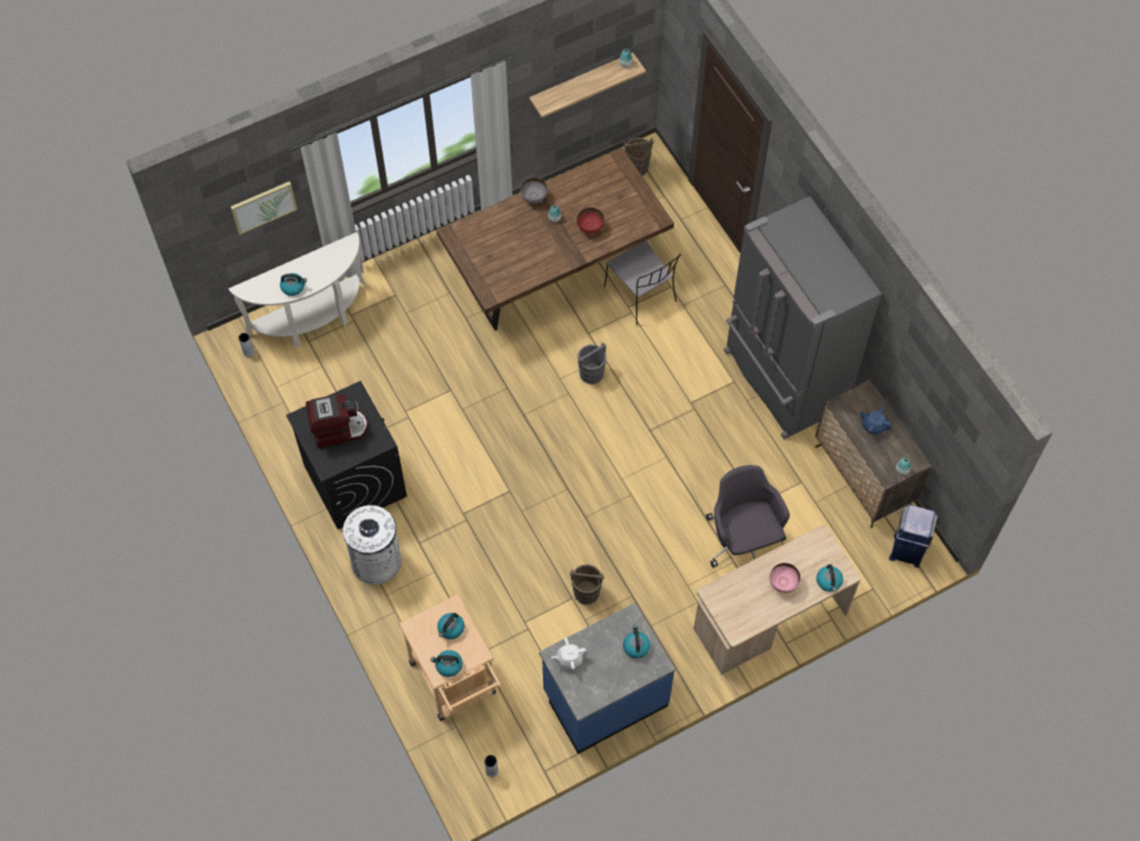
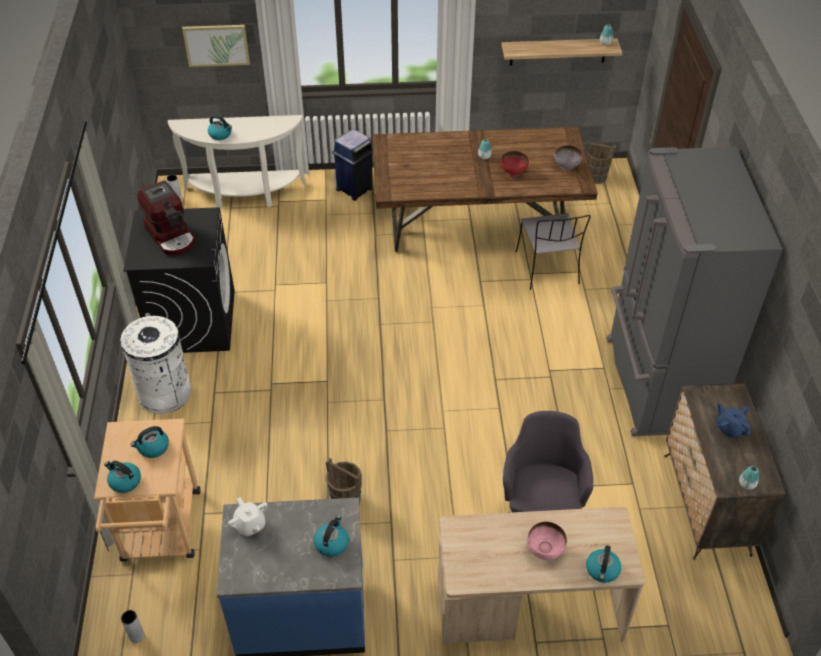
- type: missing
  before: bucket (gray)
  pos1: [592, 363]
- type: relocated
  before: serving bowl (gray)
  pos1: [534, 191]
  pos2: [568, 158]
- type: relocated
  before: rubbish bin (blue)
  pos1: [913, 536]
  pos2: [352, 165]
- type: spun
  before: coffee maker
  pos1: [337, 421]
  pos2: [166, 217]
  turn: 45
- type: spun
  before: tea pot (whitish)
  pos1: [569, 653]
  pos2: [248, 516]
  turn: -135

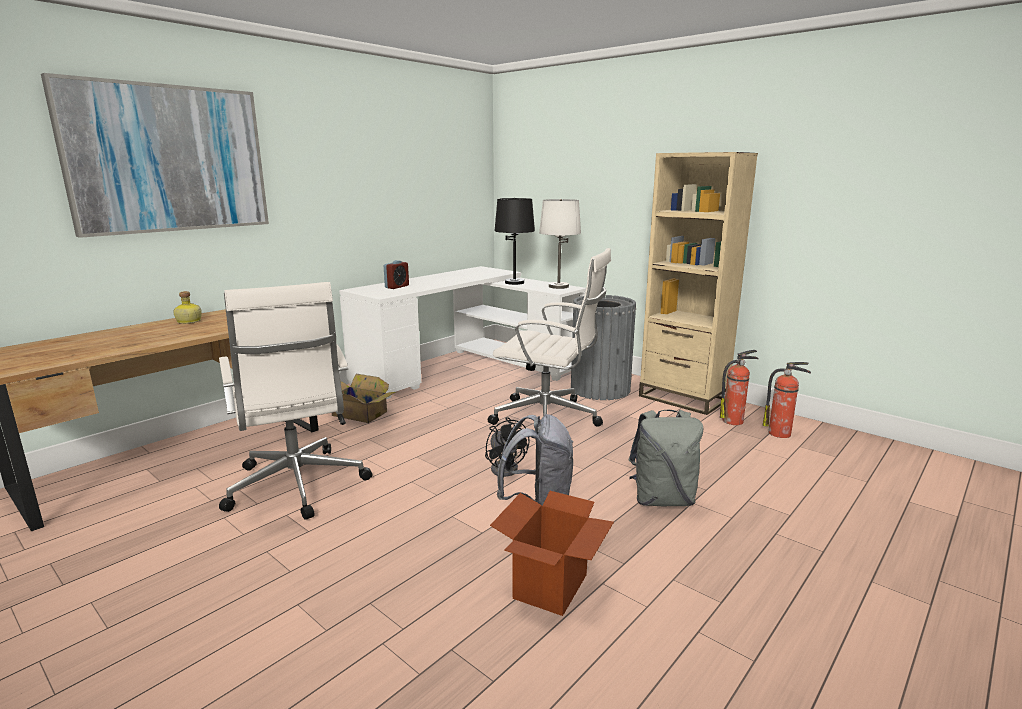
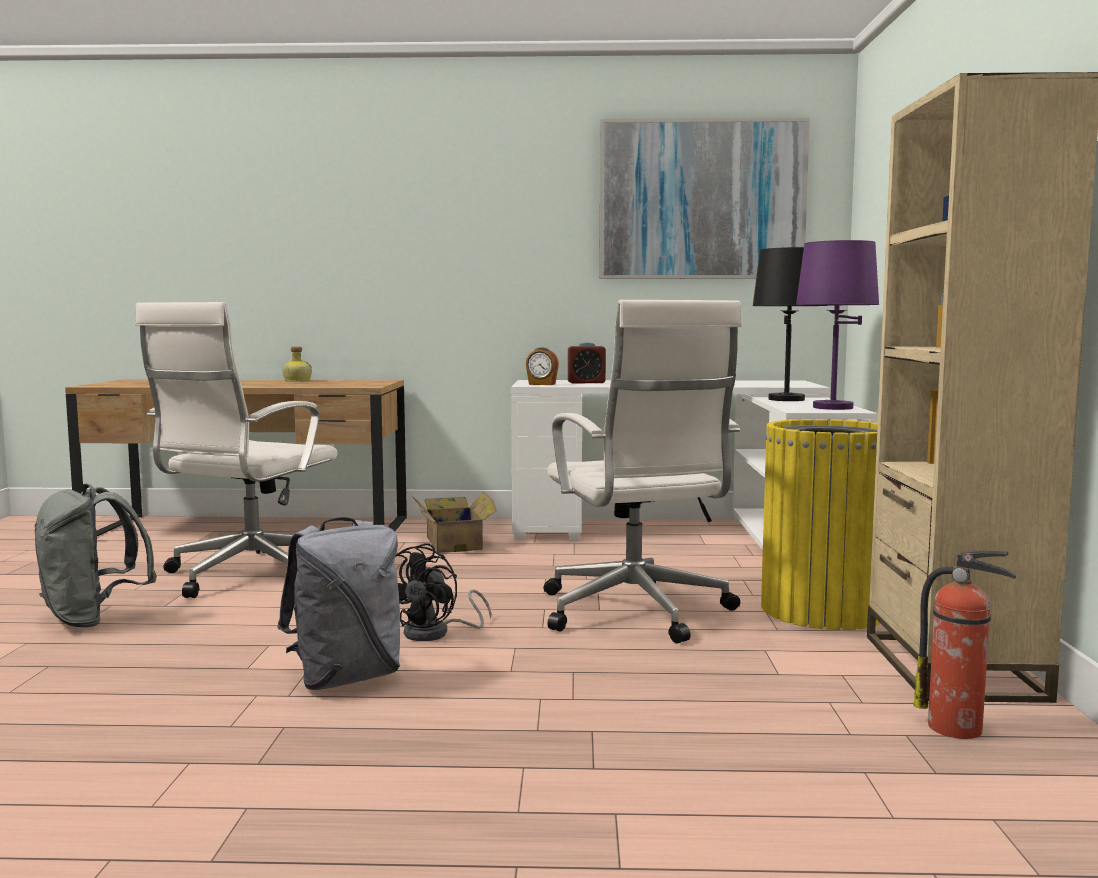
- type: missing
  before: packing box
  pos1: [552, 553]
- type: missing
  before: extinguisher
  pos1: [787, 400]
- type: appeared
  after: bedside clock
  pos2: [542, 366]
- type: relocated
  before: wall picture
  pos1: [155, 155]
  pos2: [704, 198]
- type: relocated
  before: backpack (gray)
  pos1: [665, 458]
  pos2: [96, 556]
- type: colour
  before: lamp for a table (whitish)
  after: lamp for a table (purplish)
  pos1: [560, 244]
  pos2: [837, 325]
- type: colour
  before: rubbish bin (gray)
  after: rubbish bin (yellow-coloured)
  pos1: [603, 347]
  pos2: [820, 524]

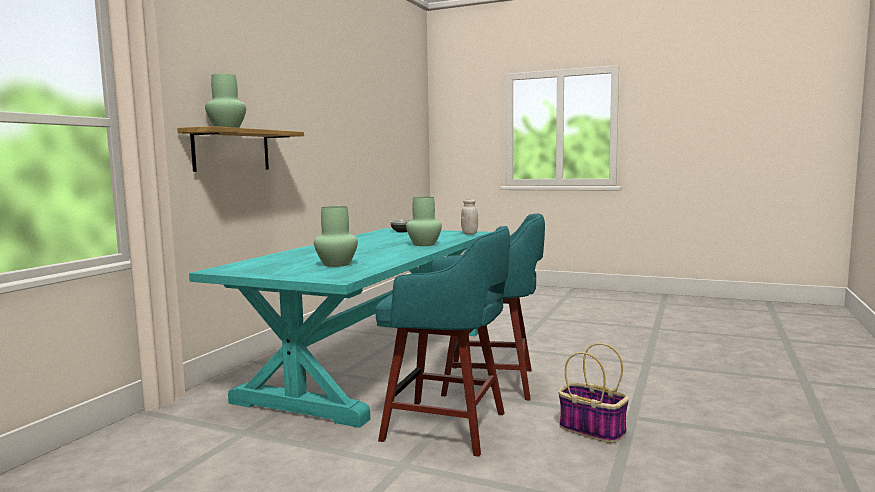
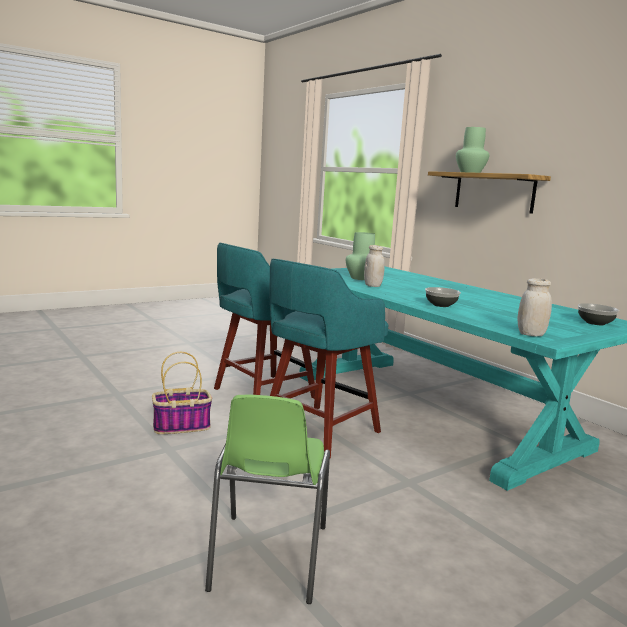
- type: appeared
  after: chair (green-coloured)
  pos2: [267, 499]
- type: appeared
  after: jar (whitish)
  pos2: [374, 266]
- type: exchanged
  before: decorative vase (green-coloured)
  after: serving bowl
  pos1: [424, 221]
  pos2: [443, 297]

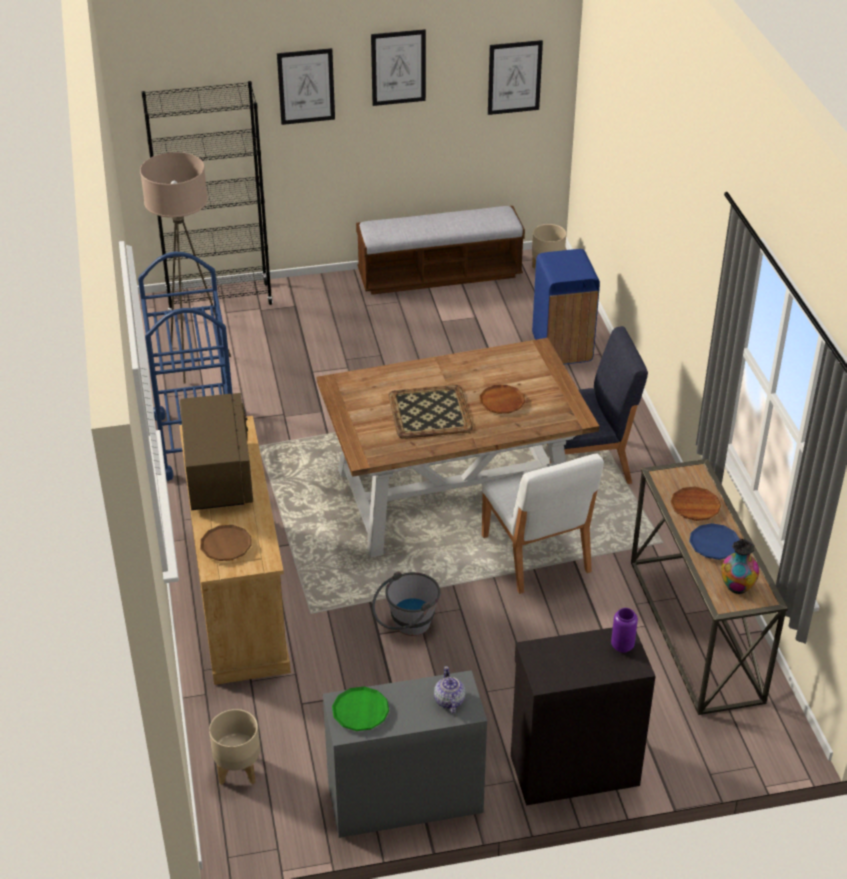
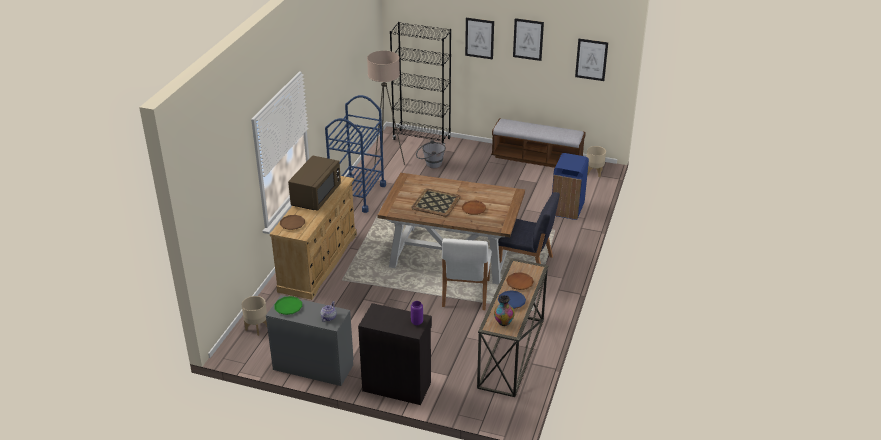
- type: relocated
  before: bucket (gray)
  pos1: [406, 604]
  pos2: [431, 154]

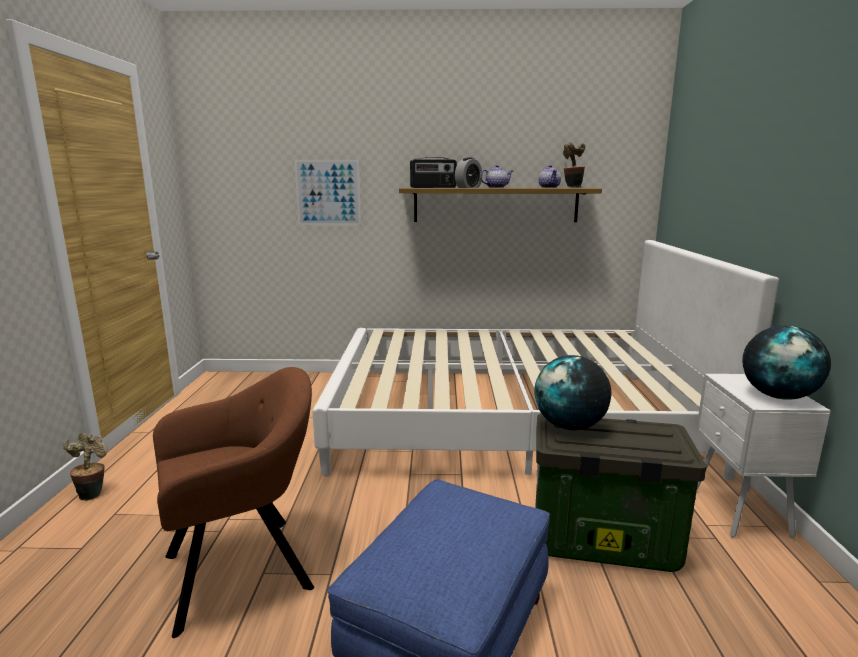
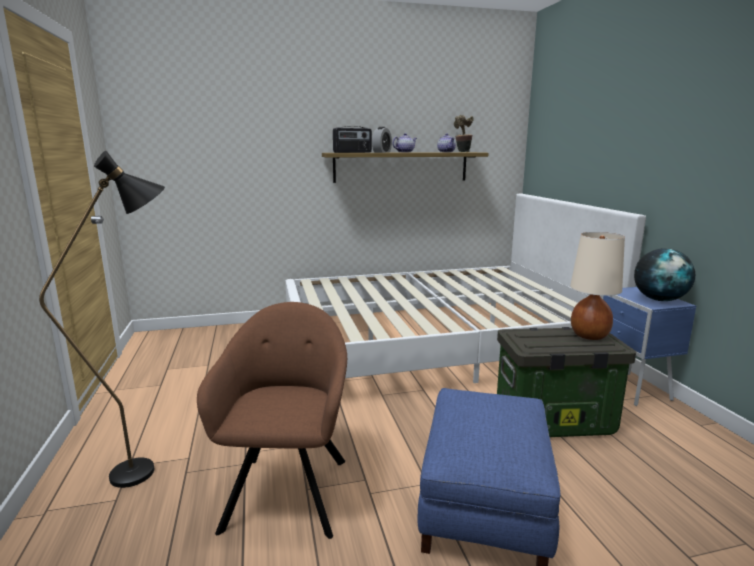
- type: missing
  before: potted plant
  pos1: [85, 467]
- type: missing
  before: wall picture
  pos1: [327, 192]
- type: missing
  before: globe
  pos1: [572, 392]
- type: appeared
  after: standard lamp (black)
  pos2: [102, 319]
- type: appeared
  after: lamp for a table (sand-coloured)
  pos2: [597, 286]
- type: colour
  before: bedside table (whitish)
  after: bedside table (blue)
  pos1: [763, 456]
  pos2: [648, 346]
- type: spun
  before: lounge chair (brownish)
  pos1: [233, 502]
  pos2: [272, 420]
  turn: -45

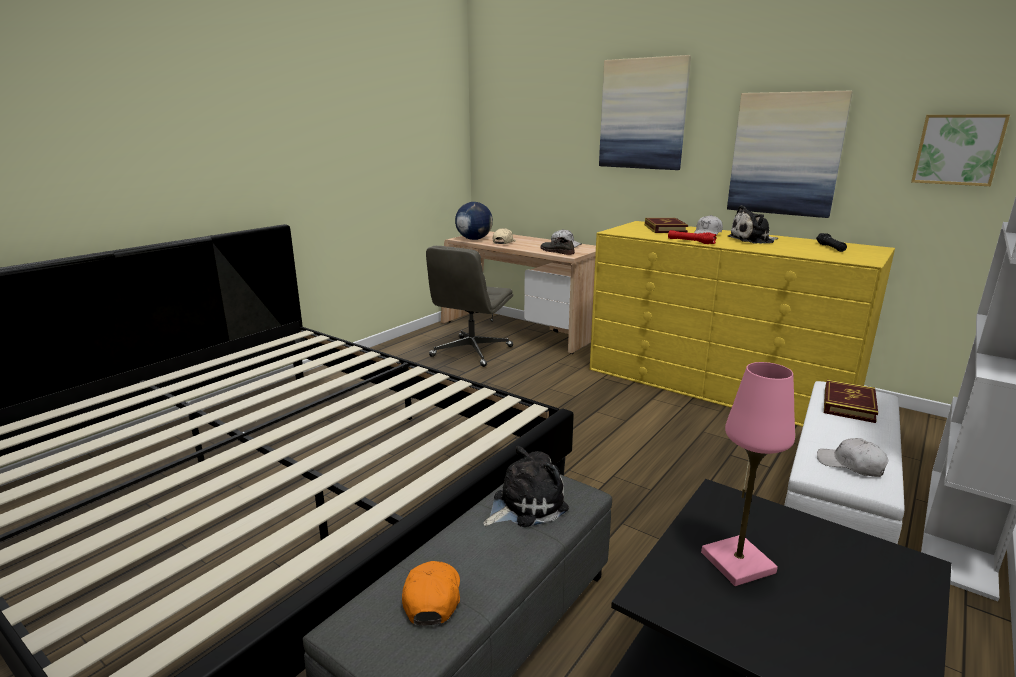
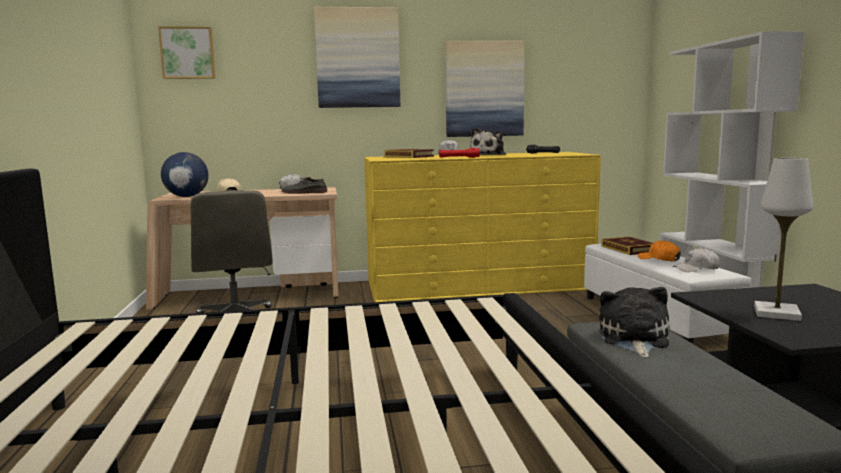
- type: relocated
  before: baseball cap (orangey)
  pos1: [431, 593]
  pos2: [659, 250]
- type: relocated
  before: wall picture
  pos1: [960, 150]
  pos2: [186, 52]
- type: colour
  before: lamp for a table (pinkish)
  after: lamp for a table (whitish)
  pos1: [748, 474]
  pos2: [783, 239]

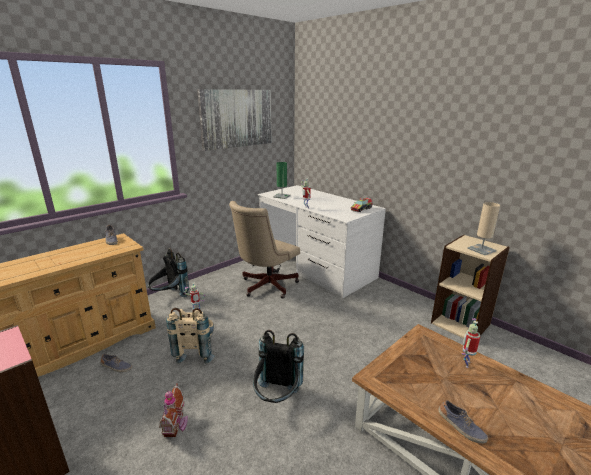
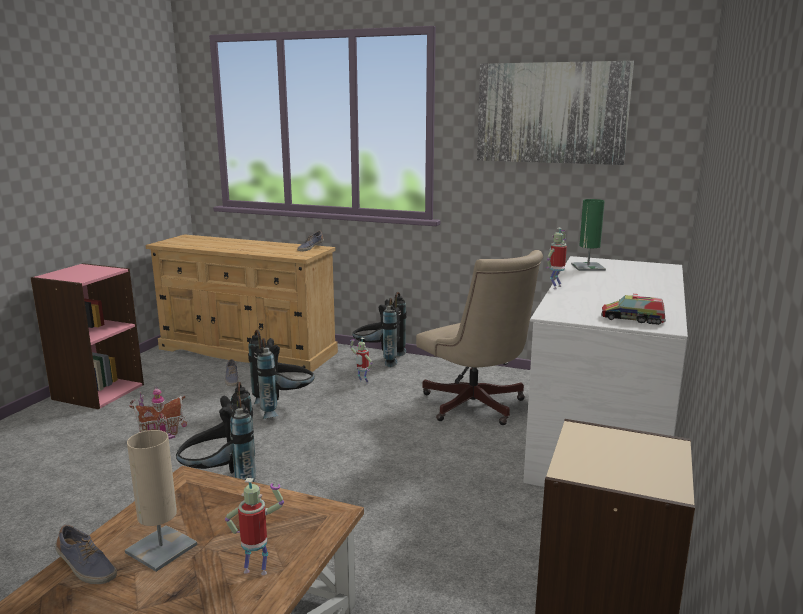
- type: relocated
  before: lamp for a table (sand-coloured)
  pos1: [483, 228]
  pos2: [161, 501]
- type: colour
  before: backpack (sand-coloured)
  after: backpack (black)
  pos1: [190, 335]
  pos2: [281, 374]
- type: spun
  before: computer chair (sand-coloured)
  pos1: [264, 250]
  pos2: [479, 337]
  turn: -135
- type: spun
  before: low shoe
  pos1: [463, 422]
  pos2: [86, 554]
  turn: -75

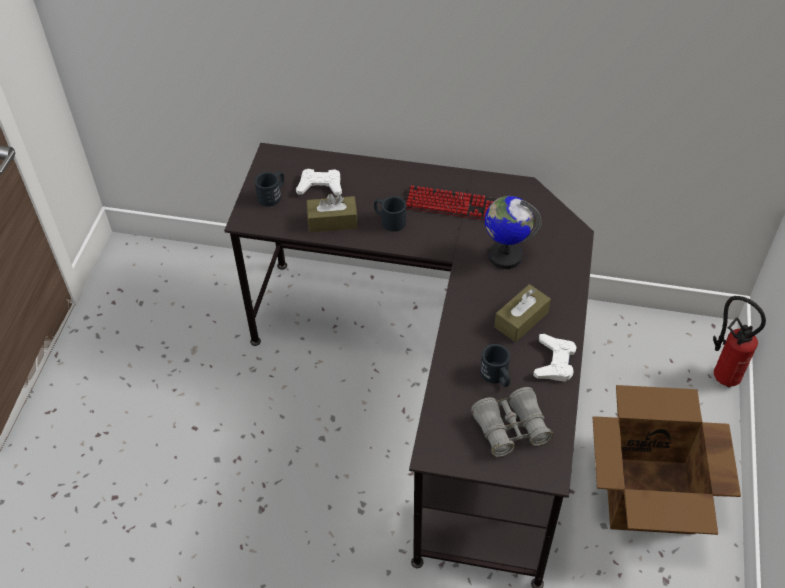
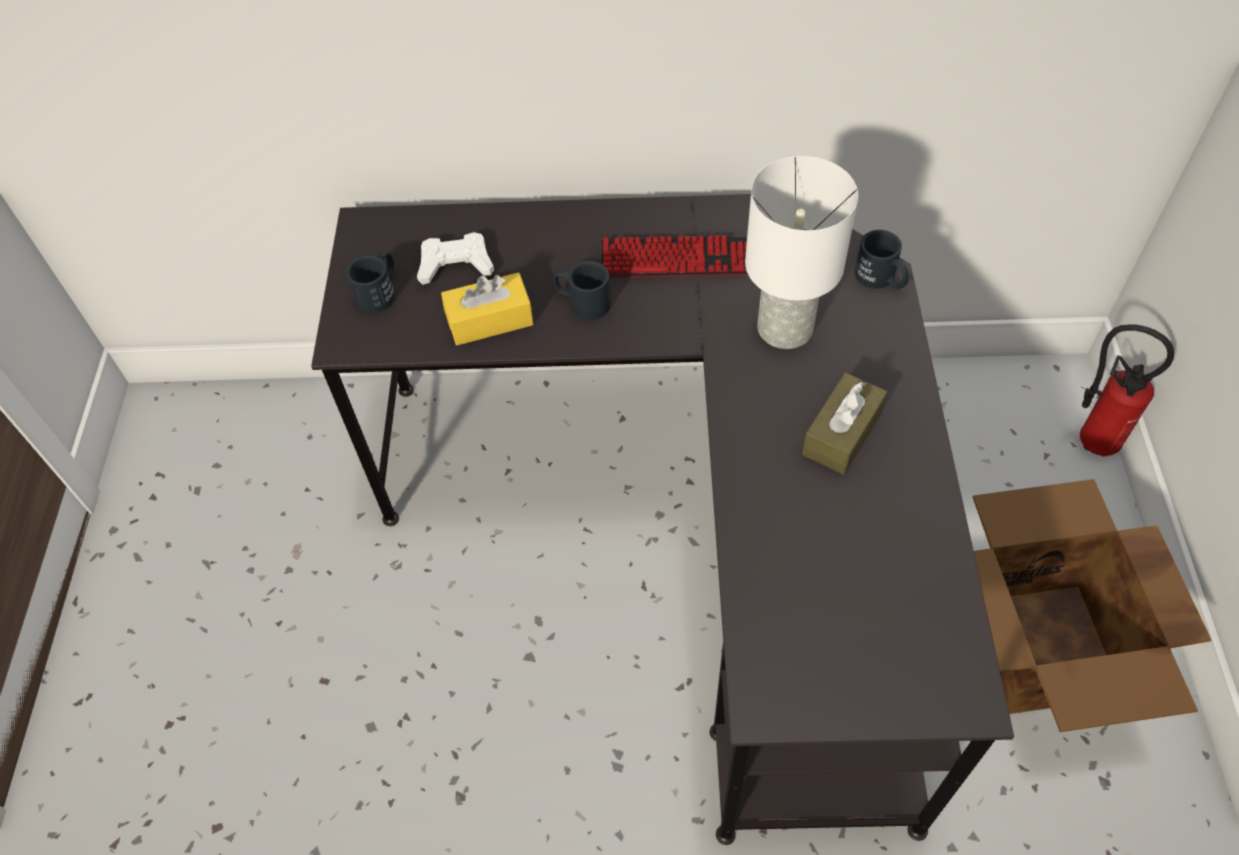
- type: missing
  before: binoculars (gray)
  pos1: [512, 422]
- type: missing
  before: game controller (whitish)
  pos1: [555, 358]
- type: relocated
  before: mug (black)
  pos1: [495, 365]
  pos2: [882, 259]
- type: exchanged
  before: globe
  after: lamp for a table (whitish)
  pos1: [513, 232]
  pos2: [801, 252]
- type: colour
  before: box of tissues (brownish)
  after: box of tissues (yellow-coloured)
  pos1: [332, 212]
  pos2: [487, 308]

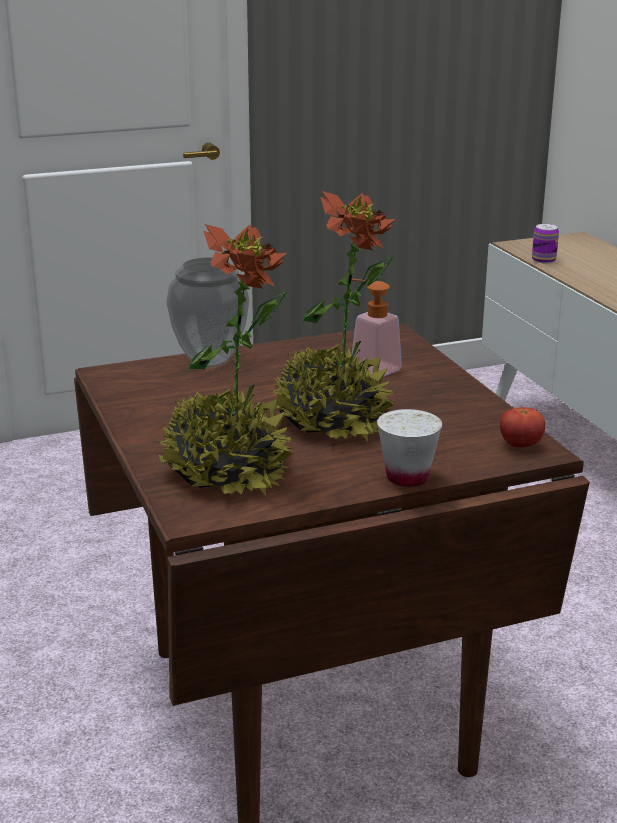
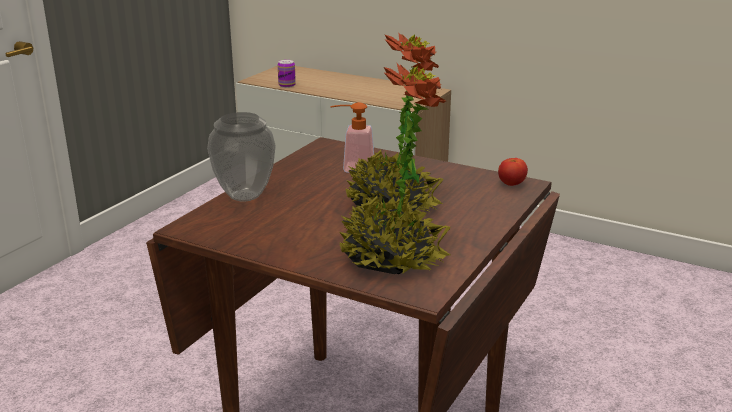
- type: missing
  before: small cup (whitish)
  pos1: [409, 448]

